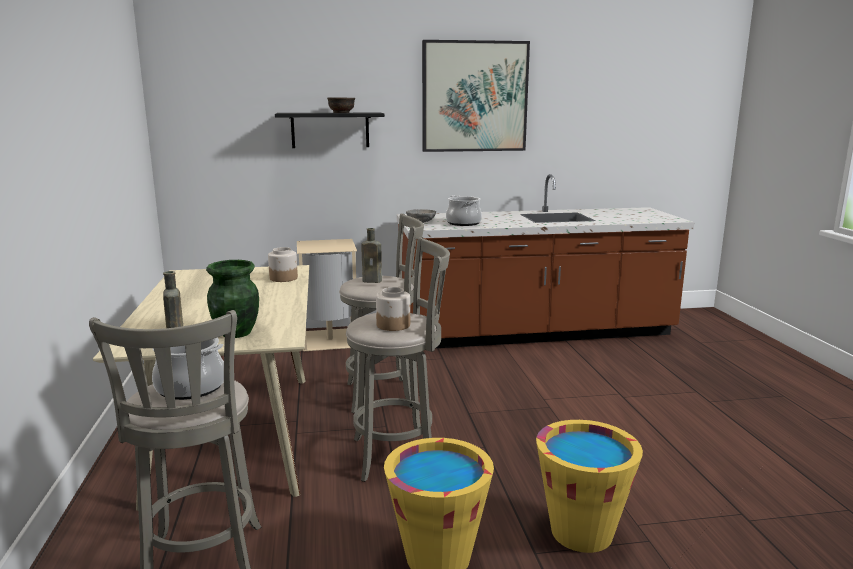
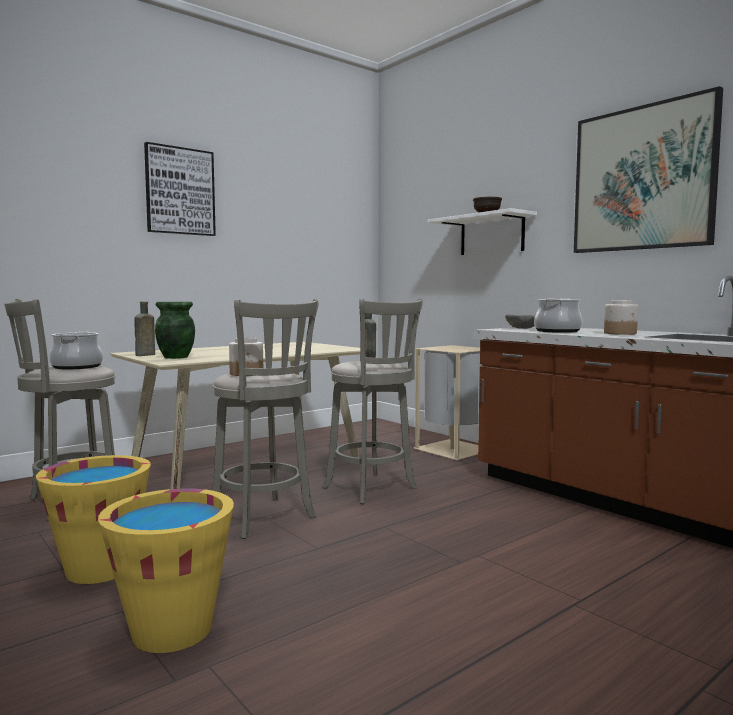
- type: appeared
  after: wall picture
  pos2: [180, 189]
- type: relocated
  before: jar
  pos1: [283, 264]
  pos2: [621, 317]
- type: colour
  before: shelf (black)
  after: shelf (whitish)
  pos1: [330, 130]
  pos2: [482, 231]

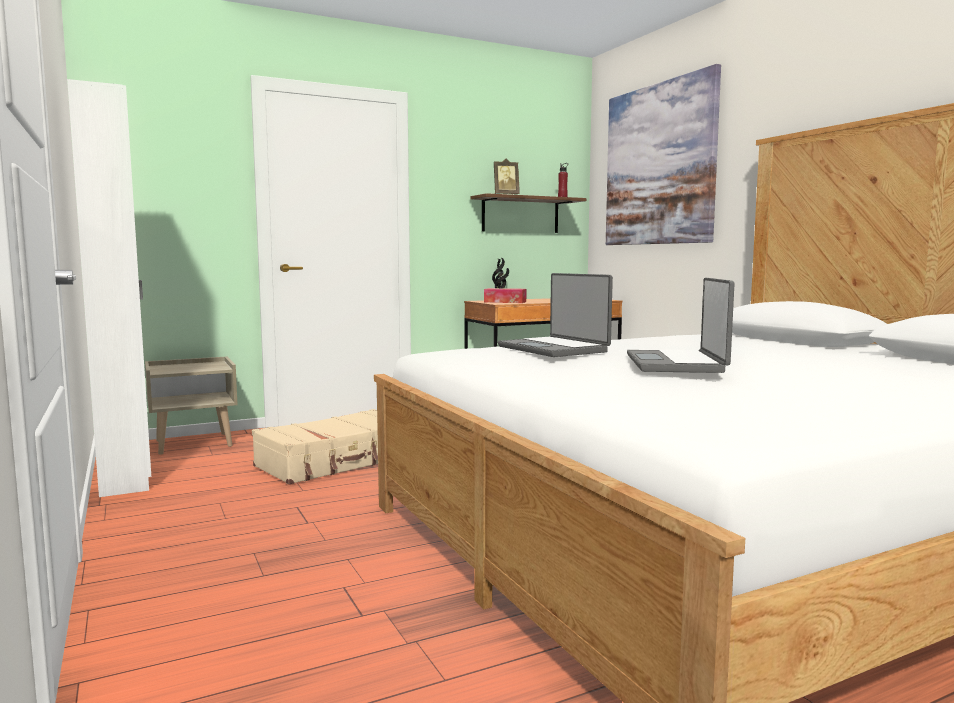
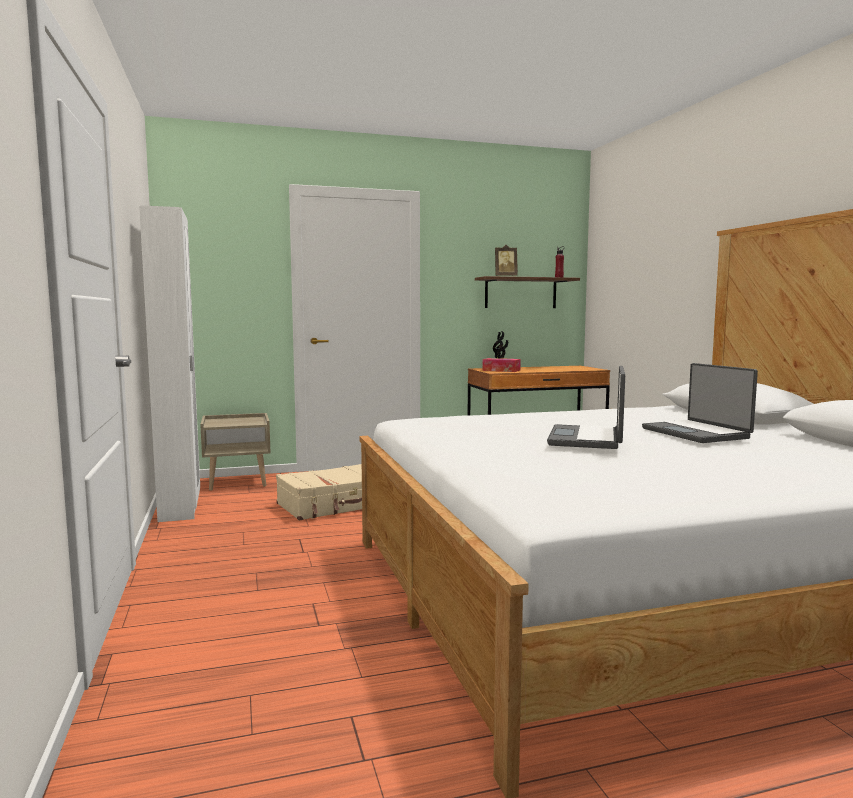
- type: missing
  before: wall picture
  pos1: [663, 154]
- type: relocated
  before: laptop
  pos1: [555, 315]
  pos2: [700, 403]

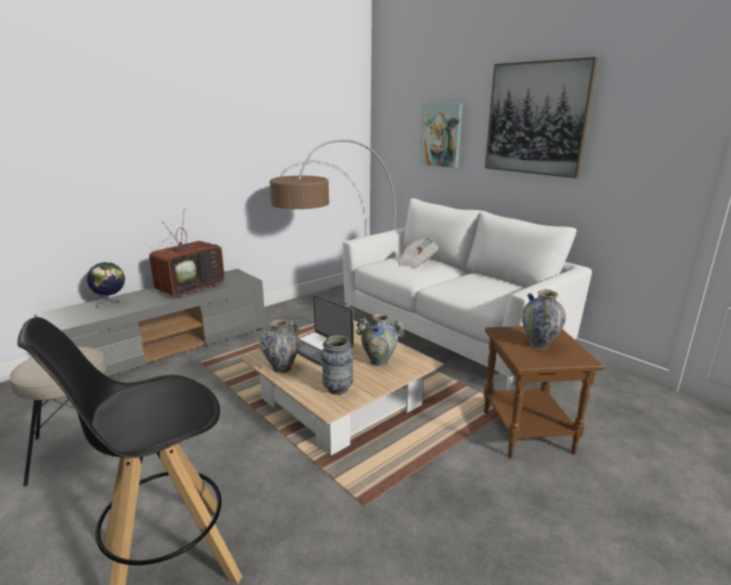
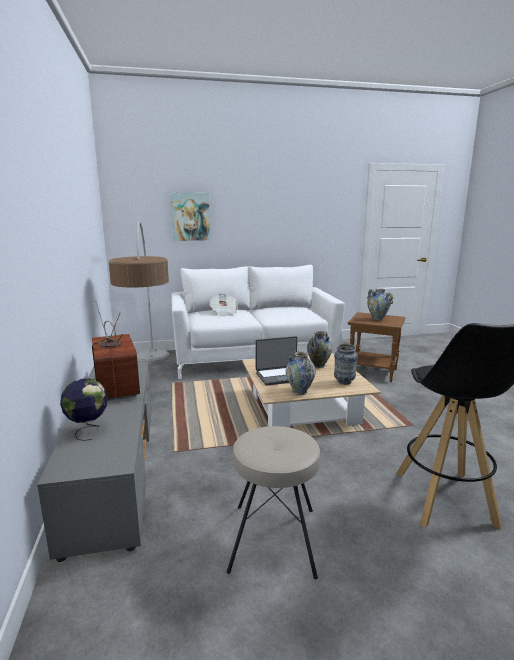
- type: missing
  before: wall picture
  pos1: [542, 117]

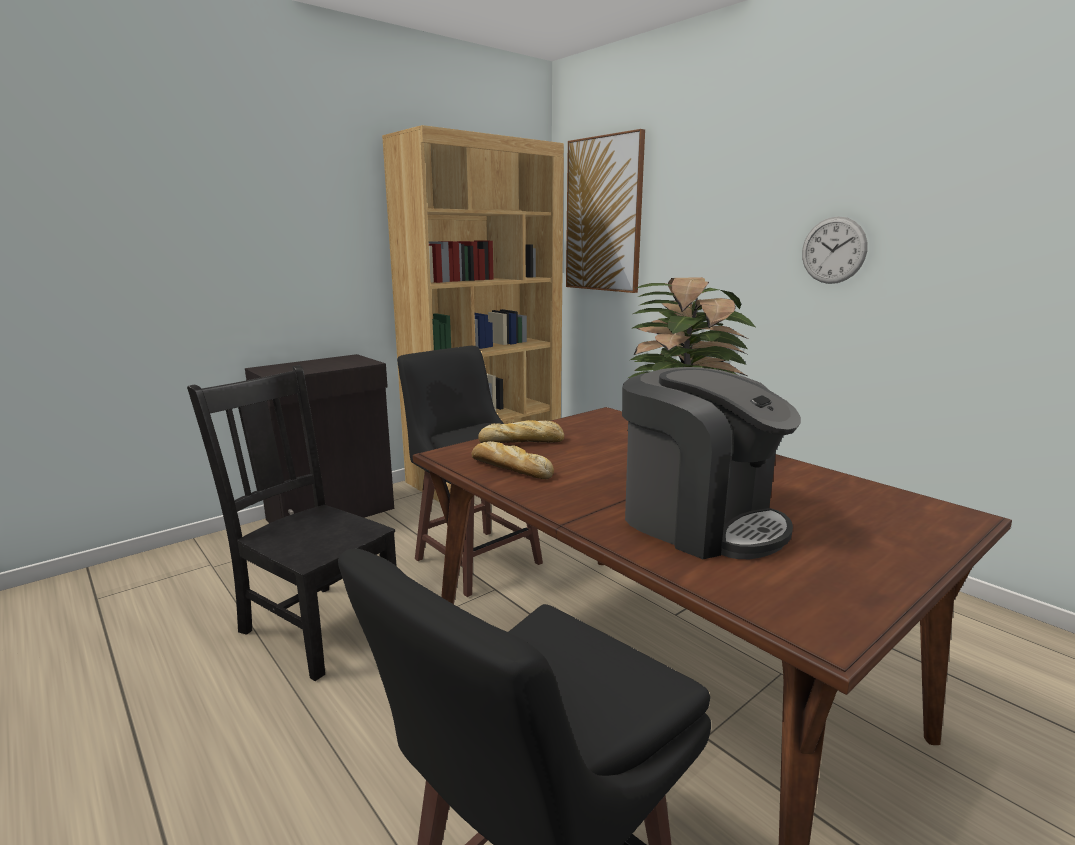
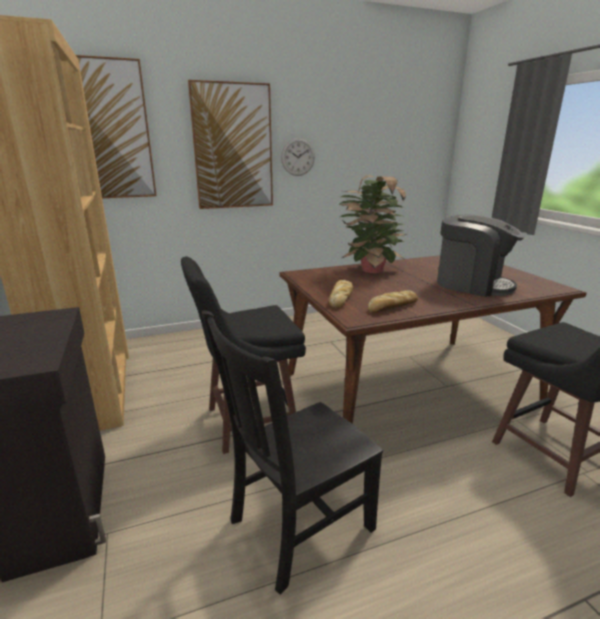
- type: appeared
  after: wall picture
  pos2: [230, 144]
- type: spun
  before: coffee maker
  pos1: [711, 463]
  pos2: [480, 256]
  turn: 60

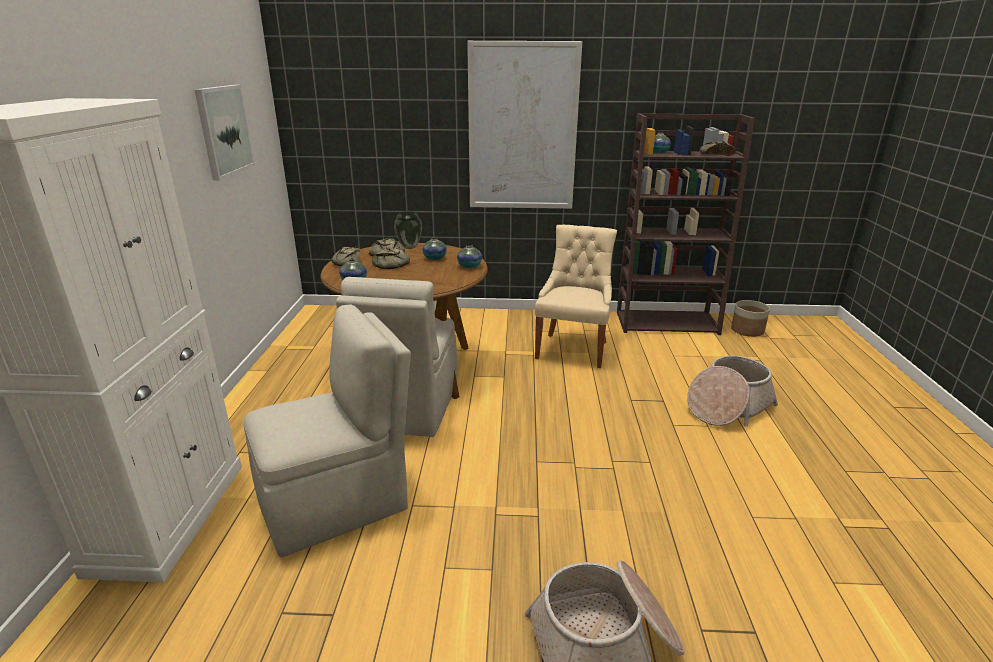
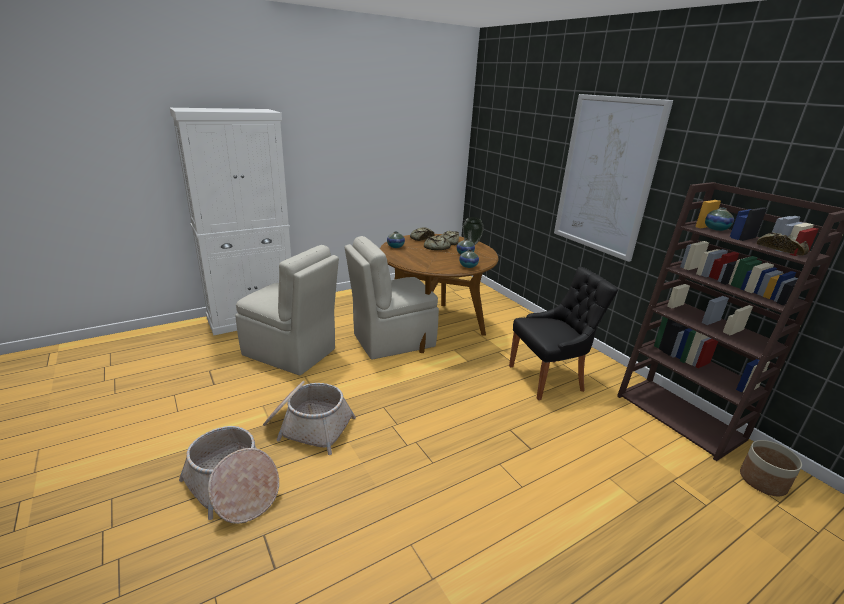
- type: missing
  before: wall picture
  pos1: [224, 133]
- type: relocated
  before: storage basket
  pos1: [732, 391]
  pos2: [309, 418]
- type: colour
  before: chair (sand-coloured)
  after: chair (black)
  pos1: [576, 296]
  pos2: [563, 333]

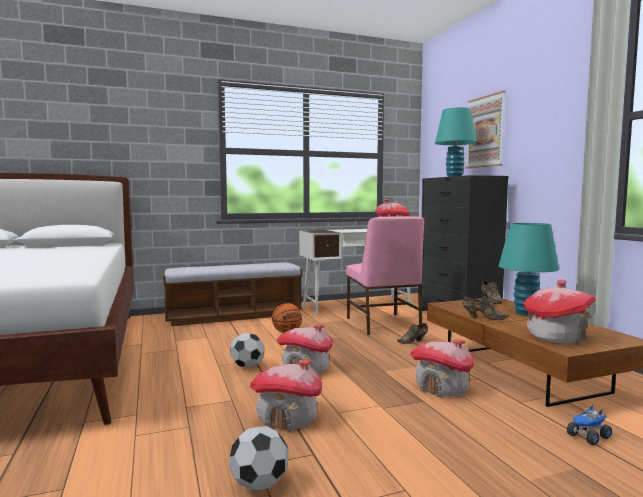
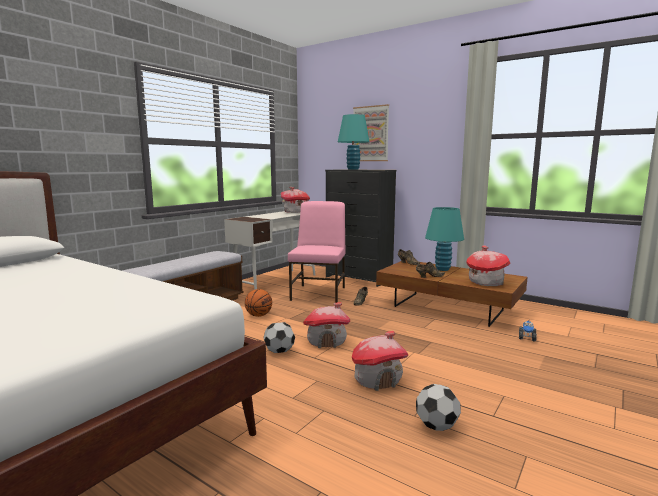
- type: missing
  before: miniature house
  pos1: [442, 368]
- type: spun
  before: chair (pinkish)
  pos1: [385, 275]
  pos2: [316, 252]
  turn: -120

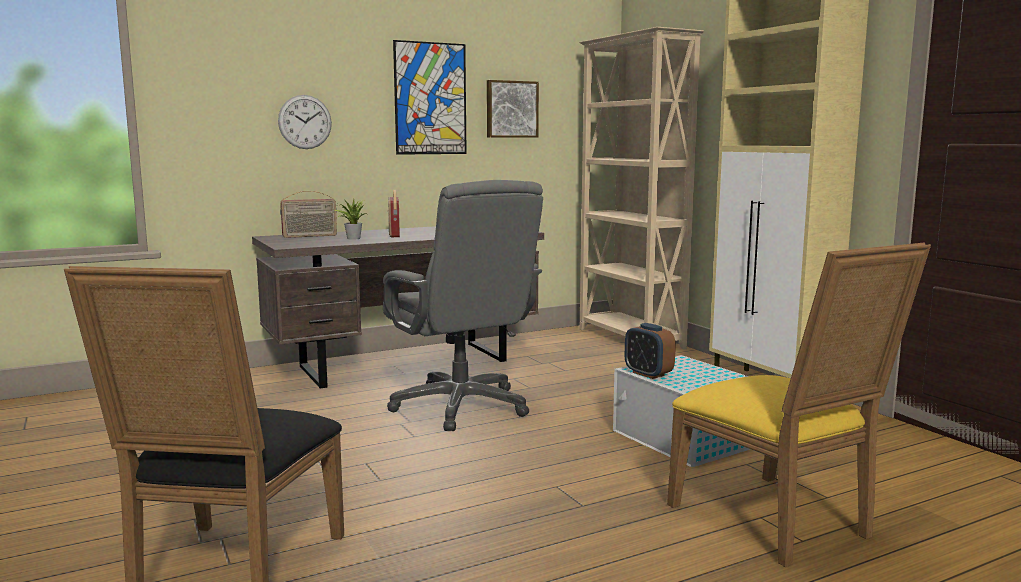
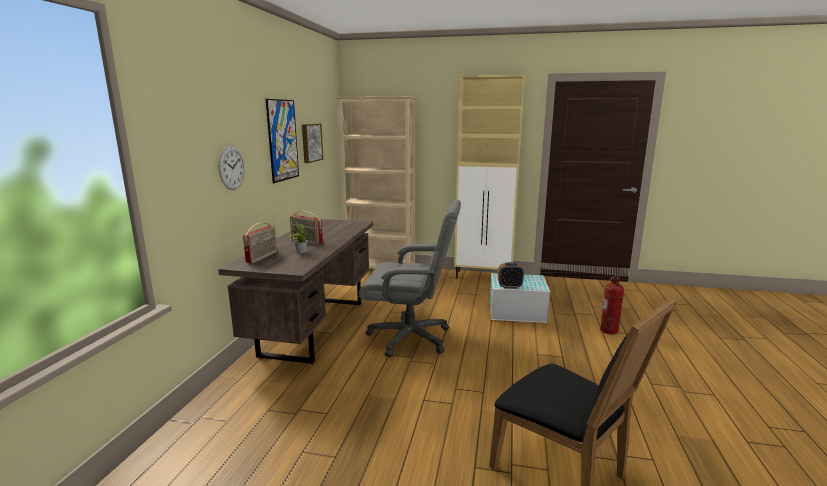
- type: exchanged
  before: chair (yellow-coloured)
  after: extinguisher
  pos1: [799, 405]
  pos2: [612, 305]

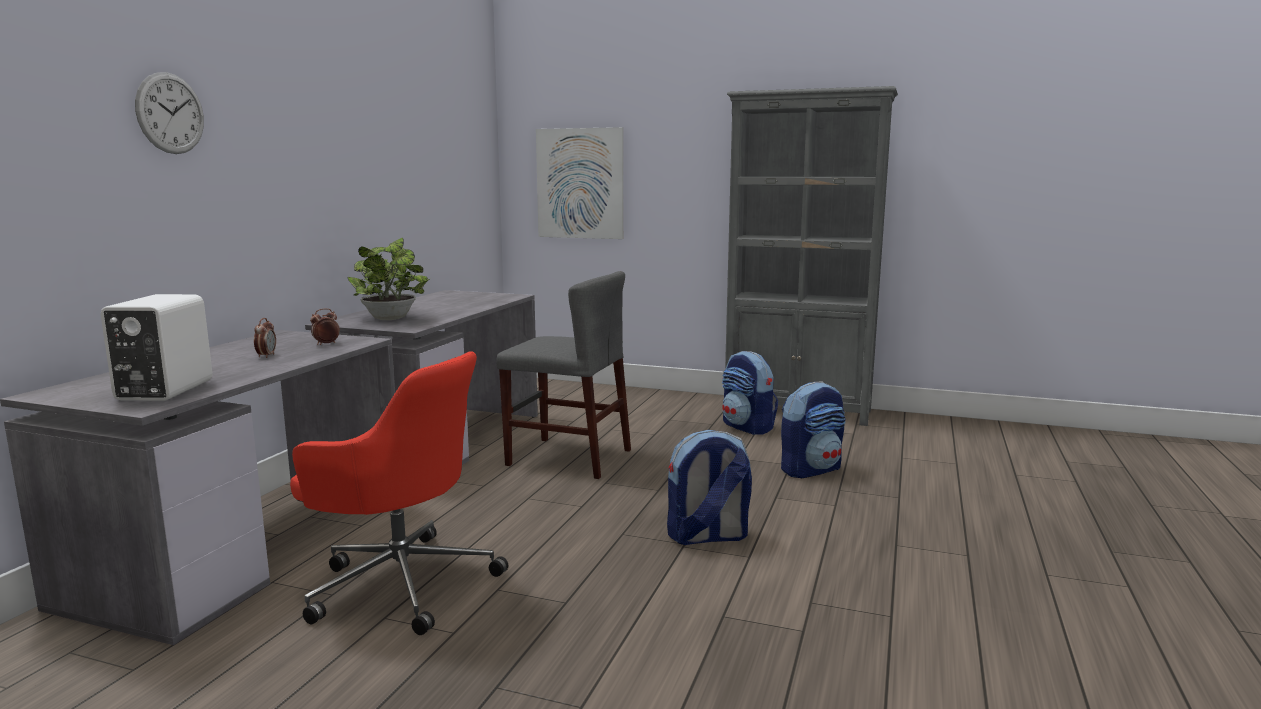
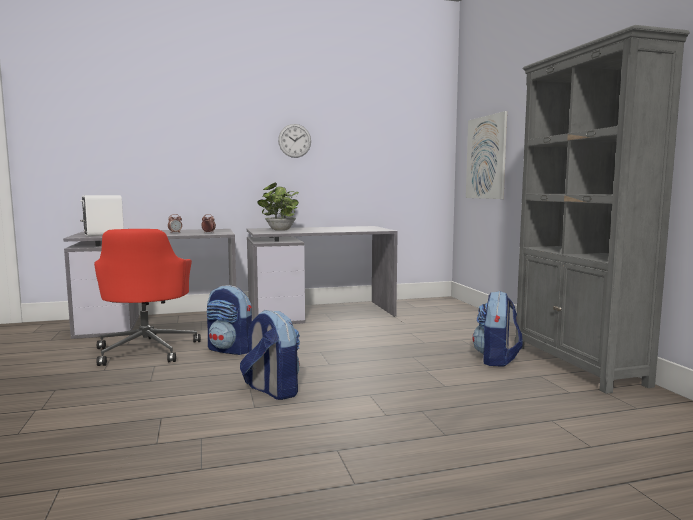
- type: missing
  before: chair (gray)
  pos1: [563, 375]
- type: relocated
  before: wall clock
  pos1: [169, 113]
  pos2: [294, 141]
- type: relocated
  before: backpack
  pos1: [813, 429]
  pos2: [229, 320]

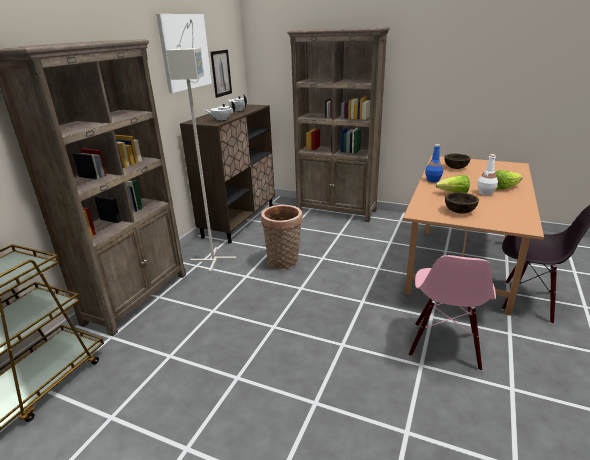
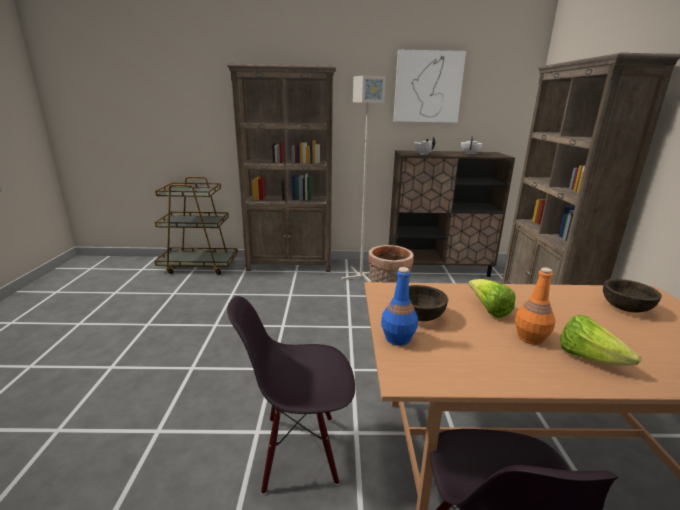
- type: missing
  before: wall picture
  pos1: [221, 74]
- type: relocated
  before: beverage bottle (blue)
  pos1: [434, 163]
  pos2: [399, 306]
- type: colour
  before: chair (pinkish)
  after: chair (black)
  pos1: [452, 313]
  pos2: [291, 395]
- type: colour
  before: beverage bottle (whitish)
  after: beverage bottle (orangey)
  pos1: [487, 175]
  pos2: [535, 306]

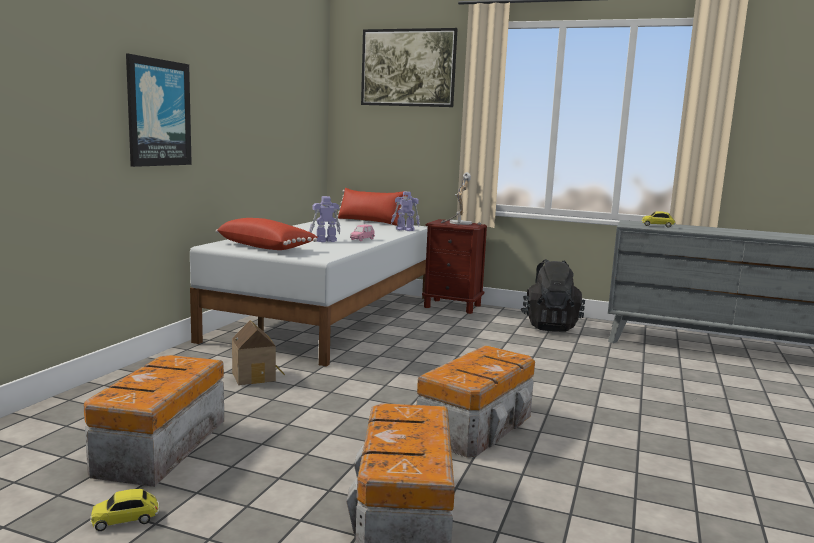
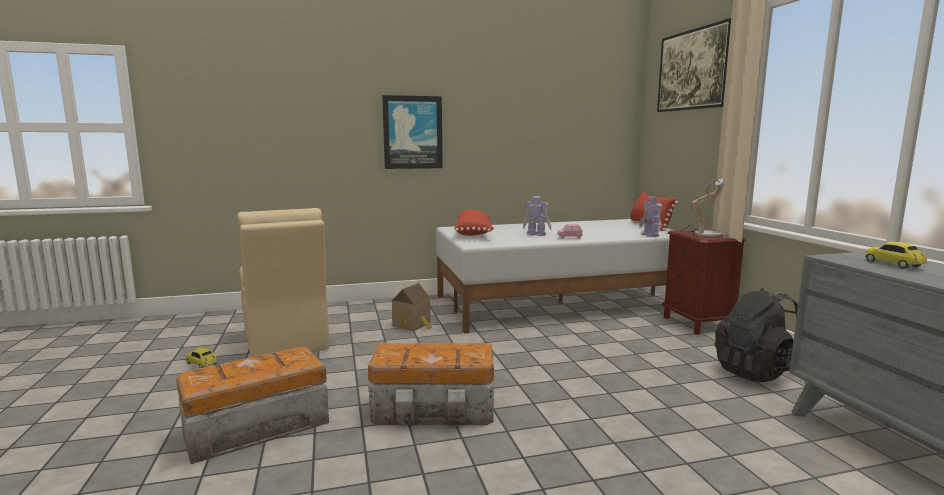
- type: exchanged
  before: storage bin
  after: chair (sand-coloured)
  pos1: [154, 421]
  pos2: [283, 282]

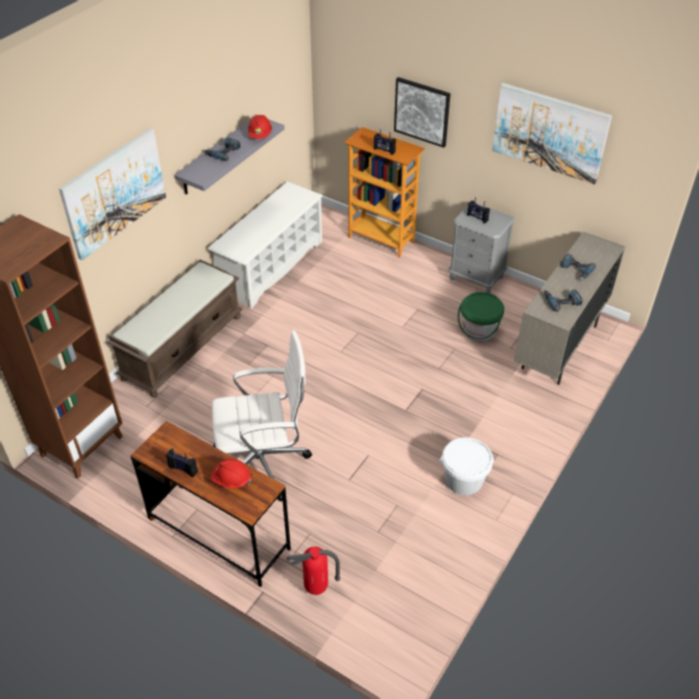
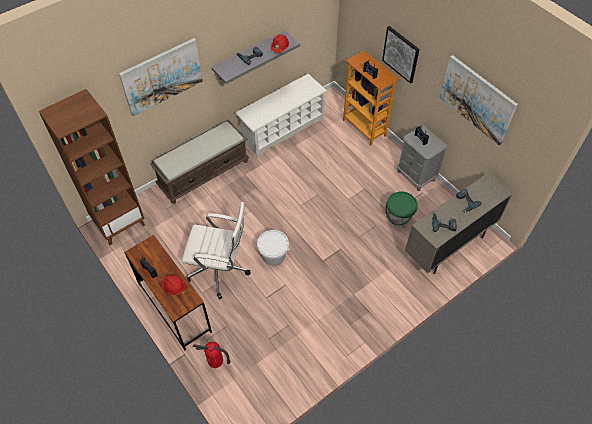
- type: relocated
  before: bucket (whitish)
  pos1: [466, 466]
  pos2: [274, 248]

